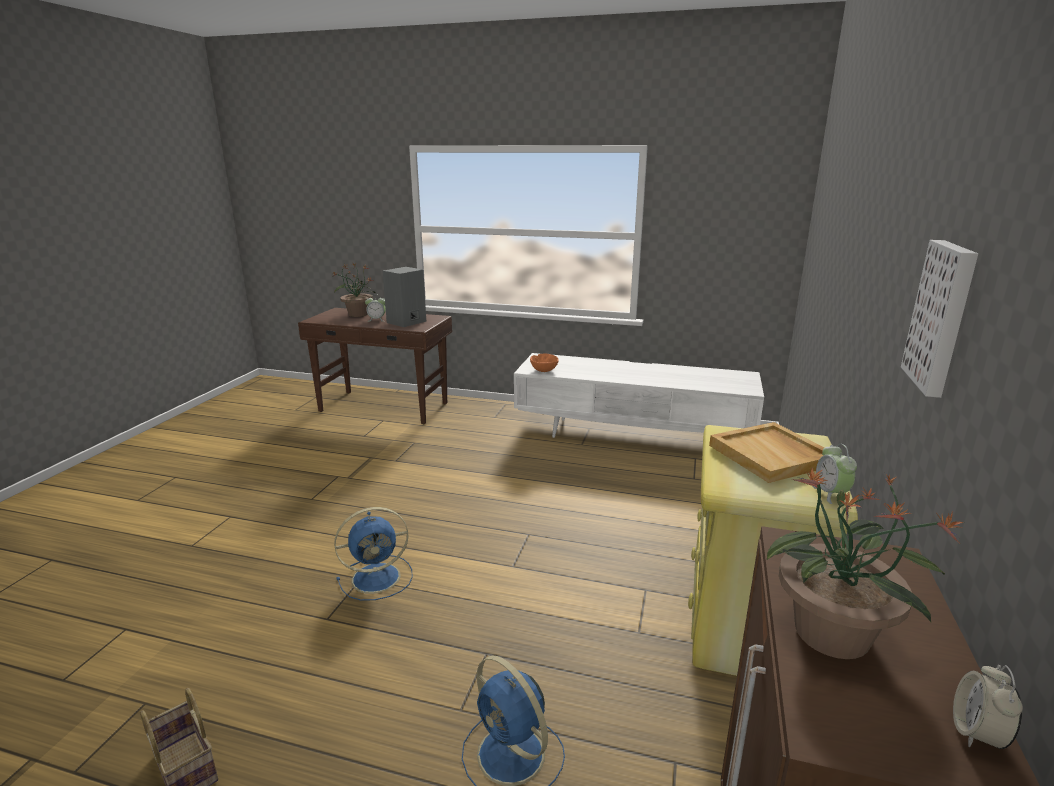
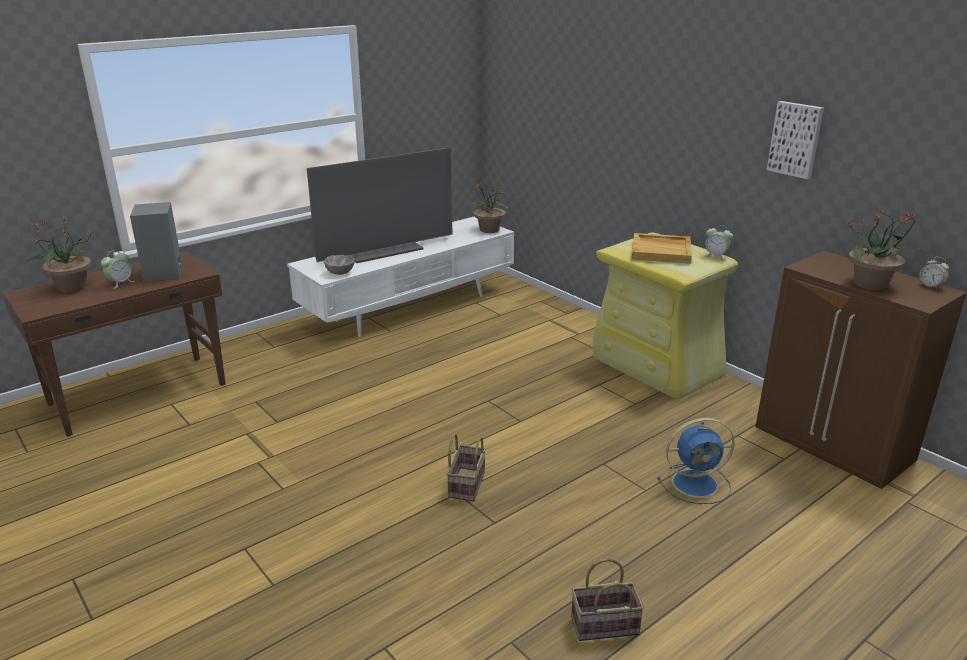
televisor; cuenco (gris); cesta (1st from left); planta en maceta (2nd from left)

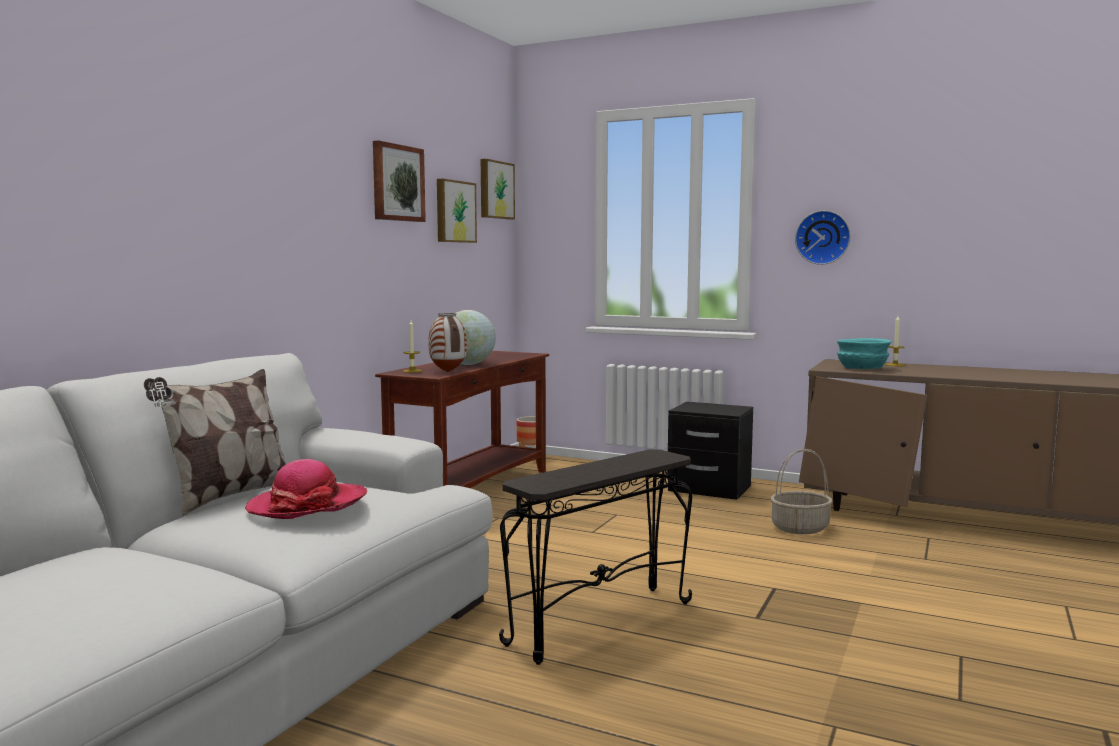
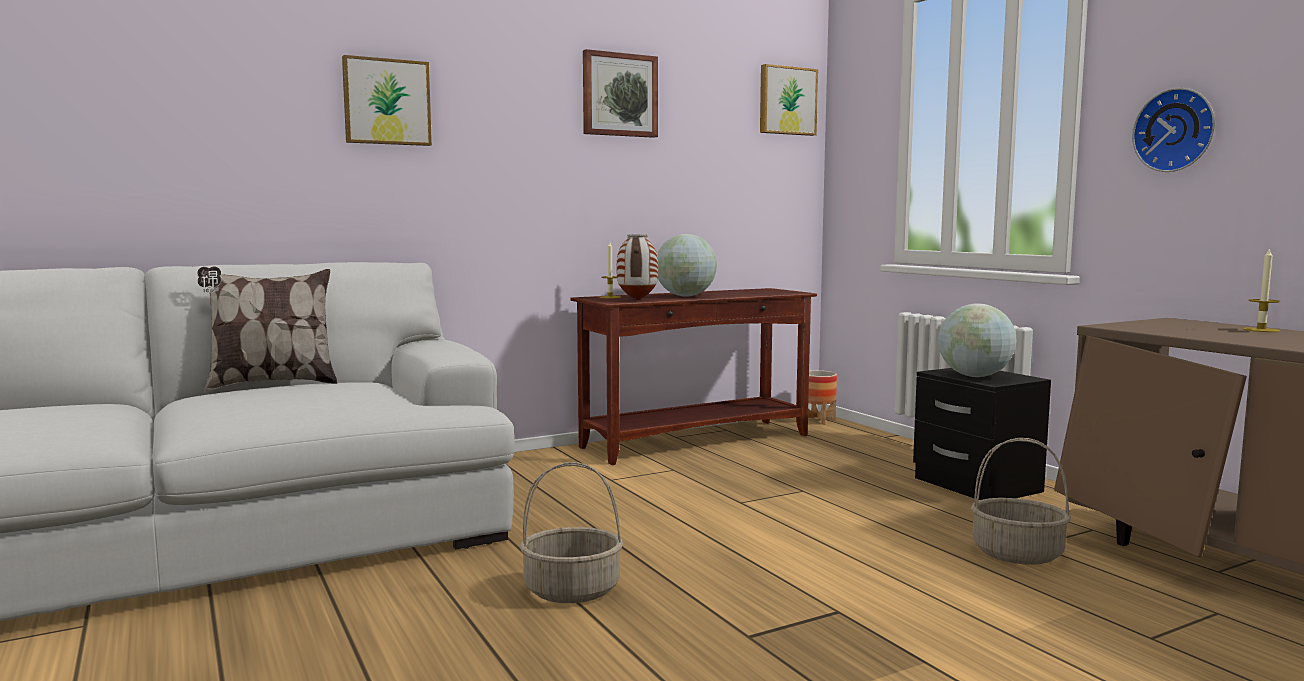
cuadro (1st from left); cesta (1st from left); globo terráqueo (2nd from left); sombrero; cuenco (turquesa)

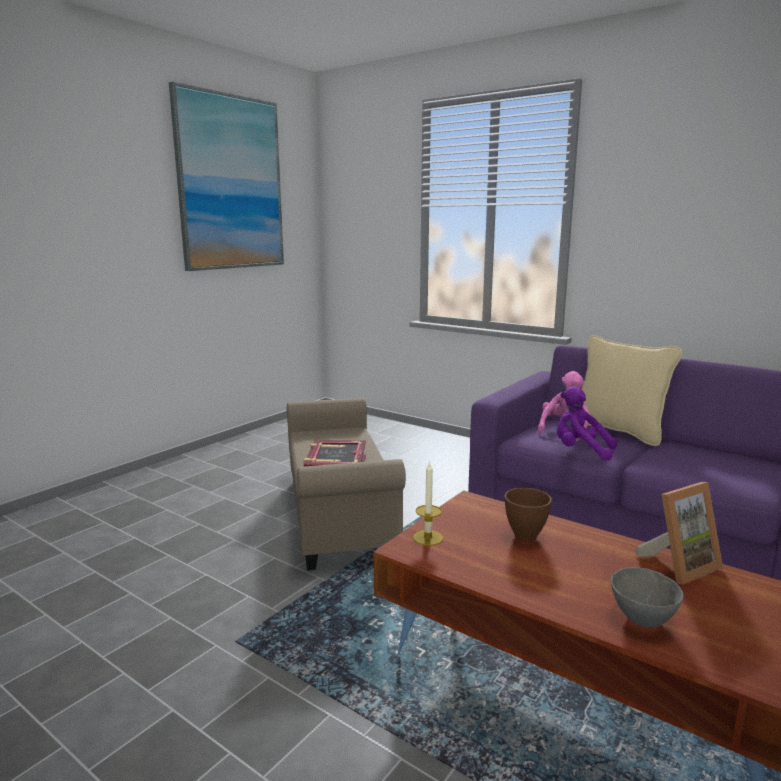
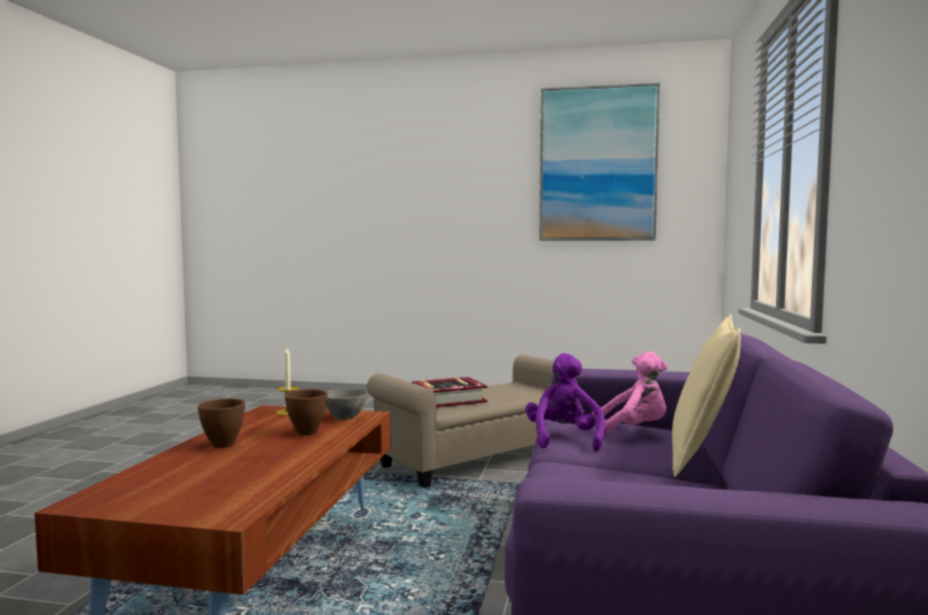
cuenco (marrón) (1st from left); cuenco (gris); portarretratos

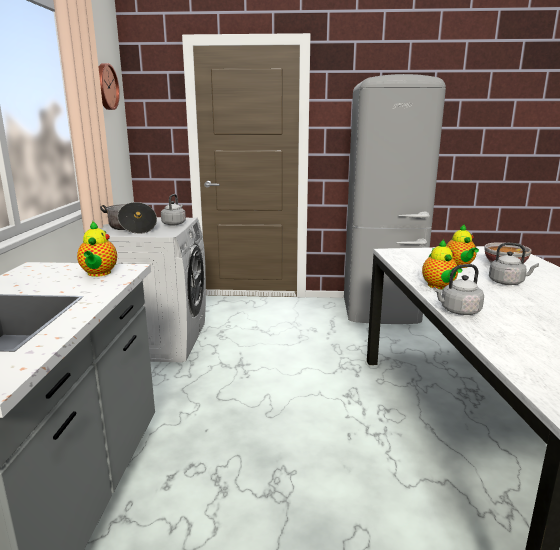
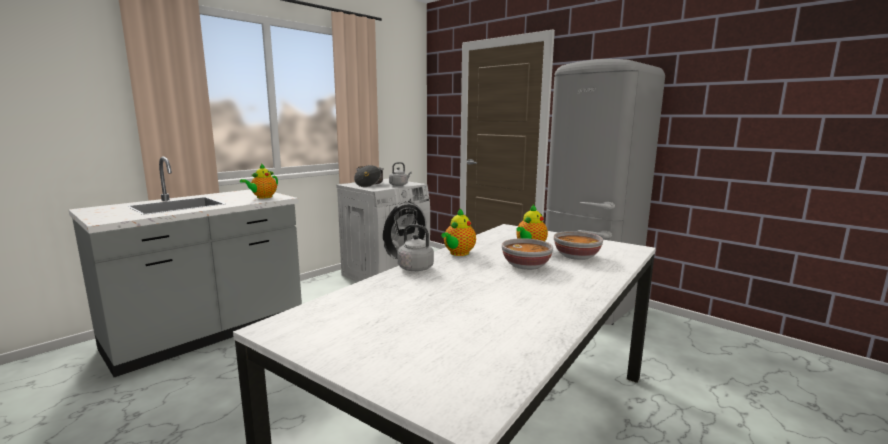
cuenco (1st from left); reloj de pared

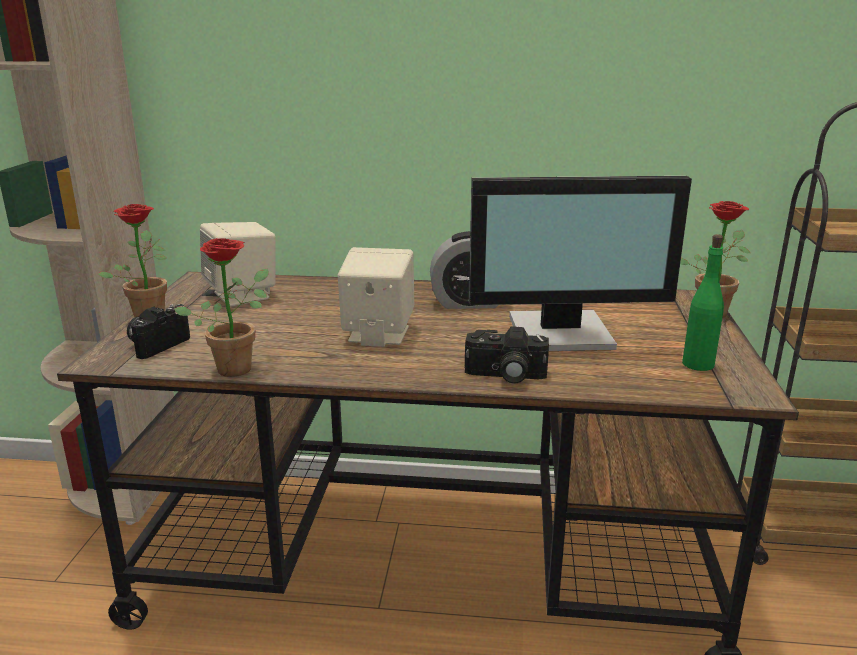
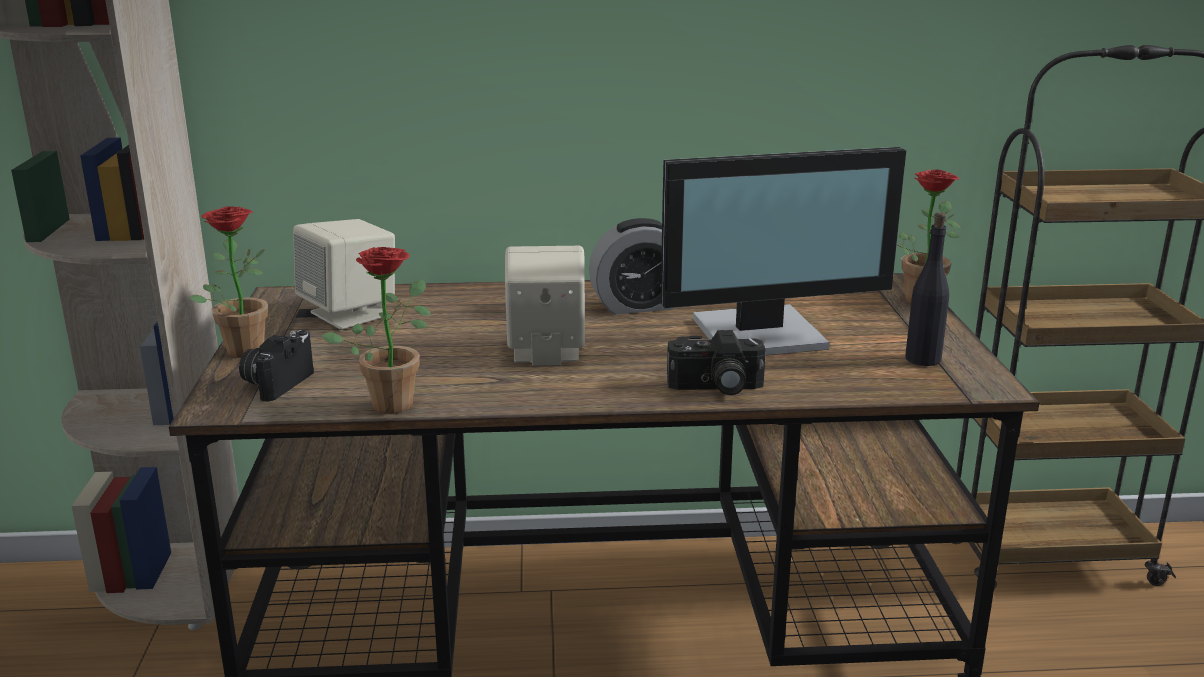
botella (negro)

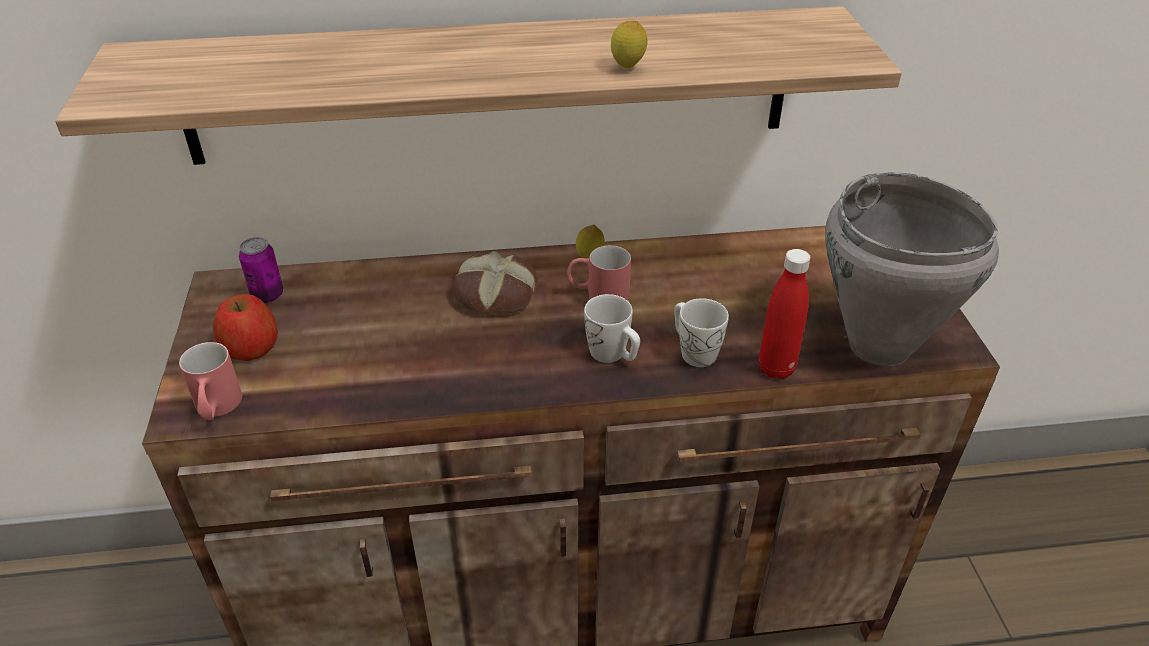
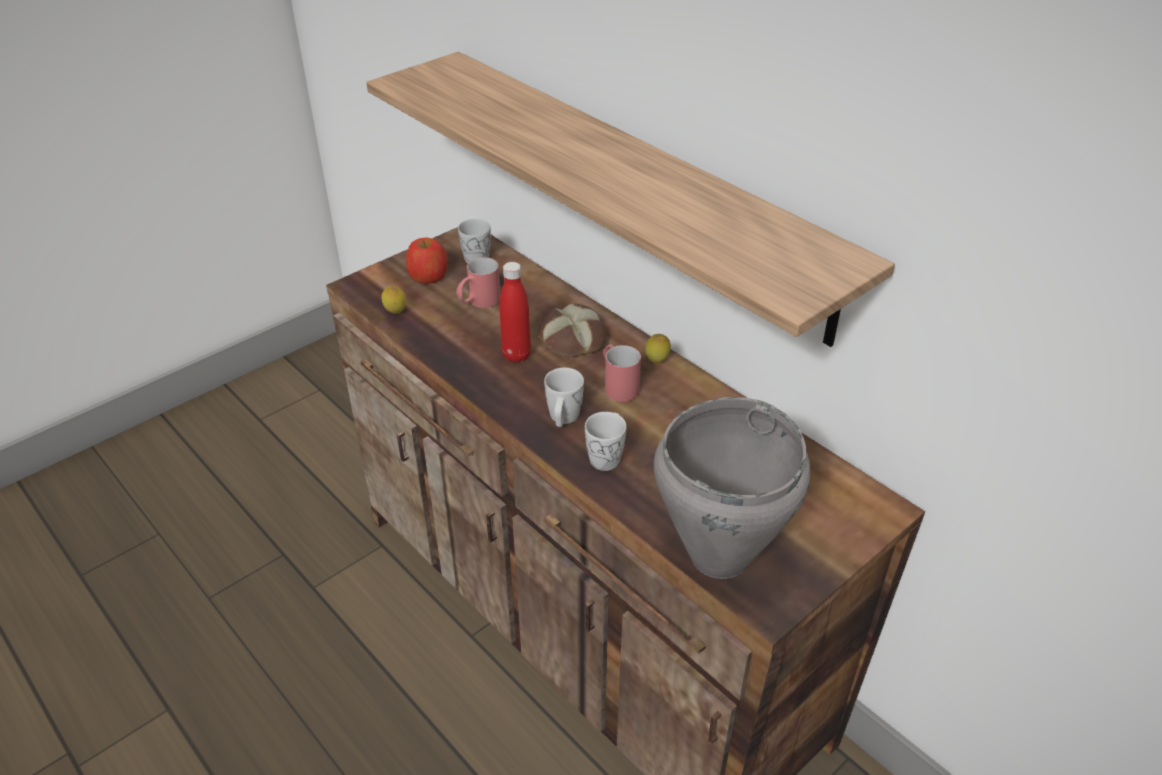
limón (1st from left); taza grande (rojo) (1st from left); taza grande (blanco) (1st from left); botella (rojo)

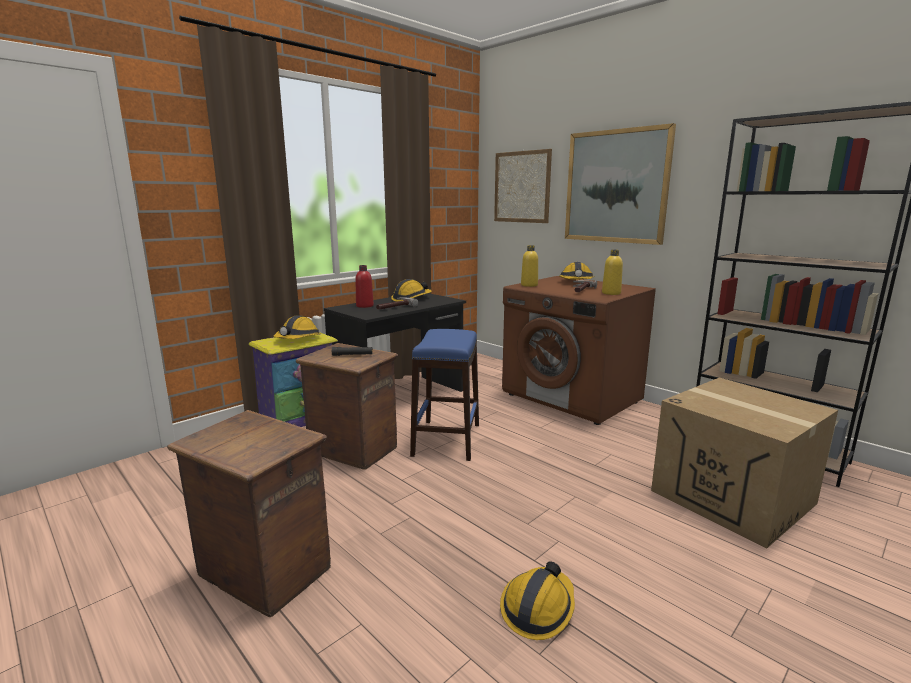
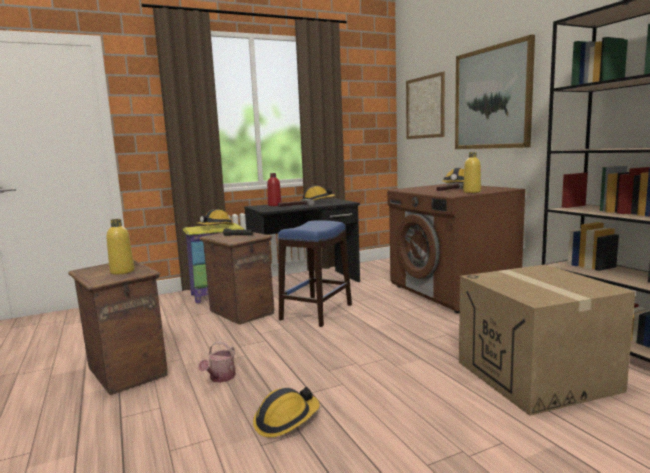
botella (amarillo) (1st from left); regadera

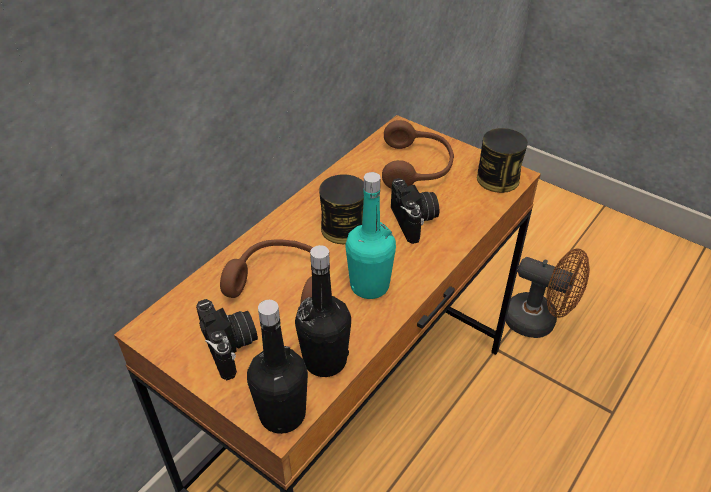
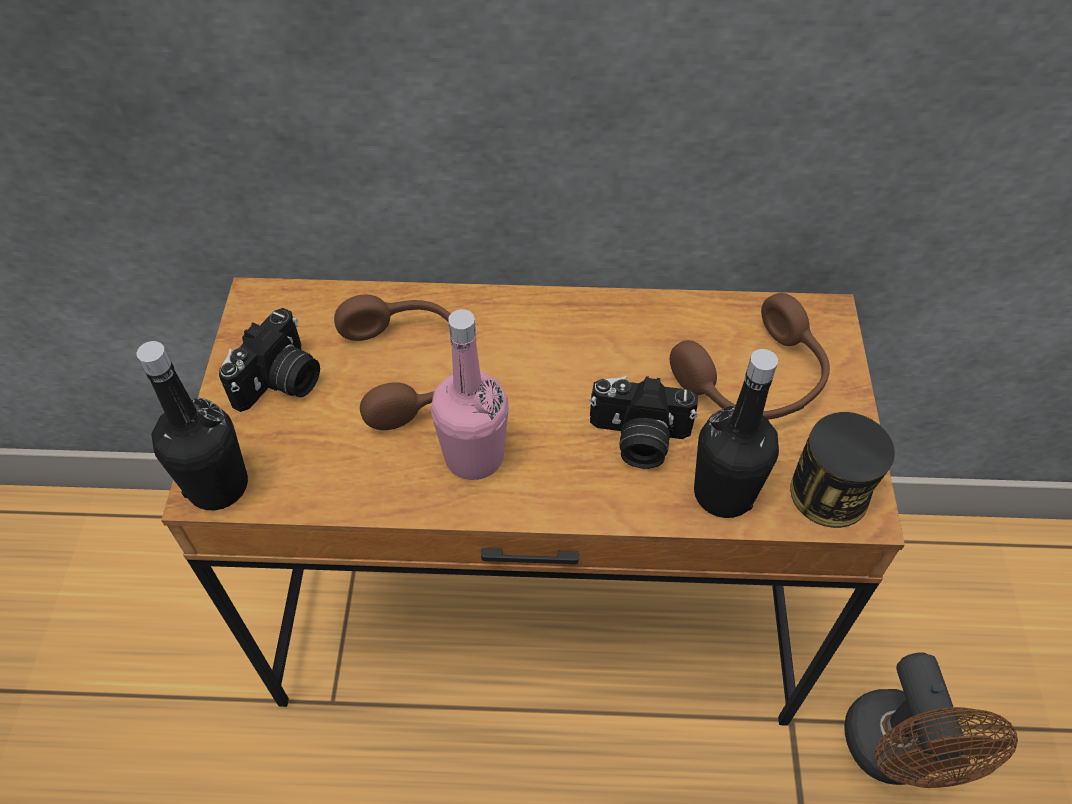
botella (rosa); cámara (2nd from left); botella (negro) (2nd from left); lata (1st from left in the first image)

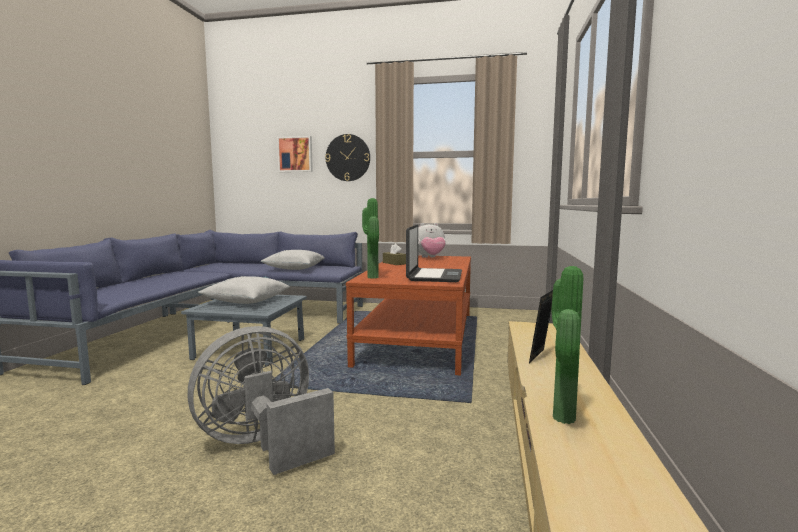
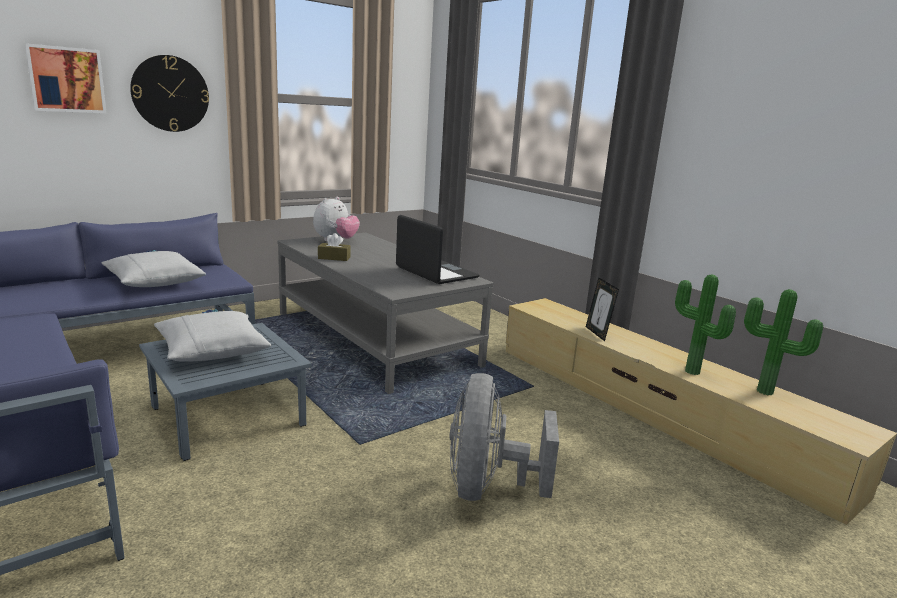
mesa de centro (gris); planta en maceta (2nd from left)

